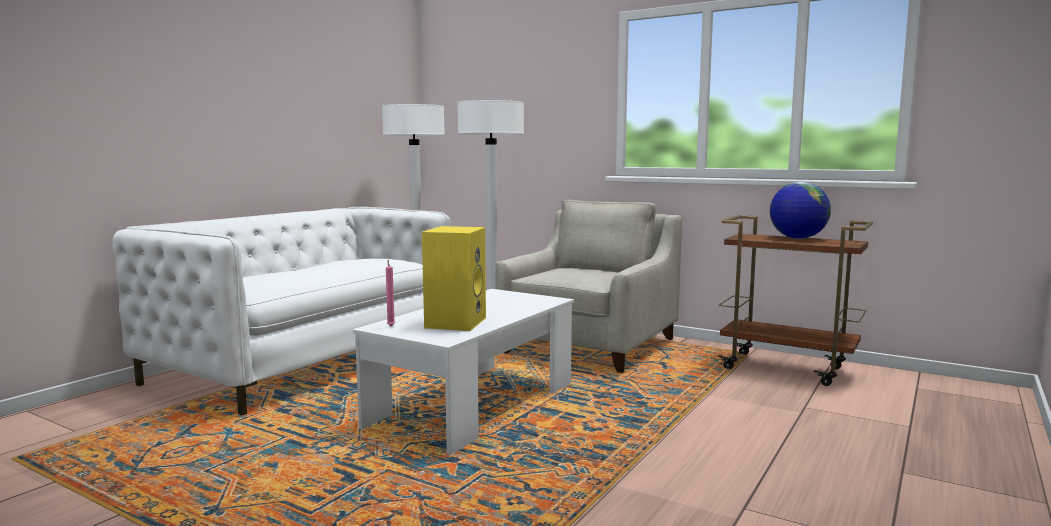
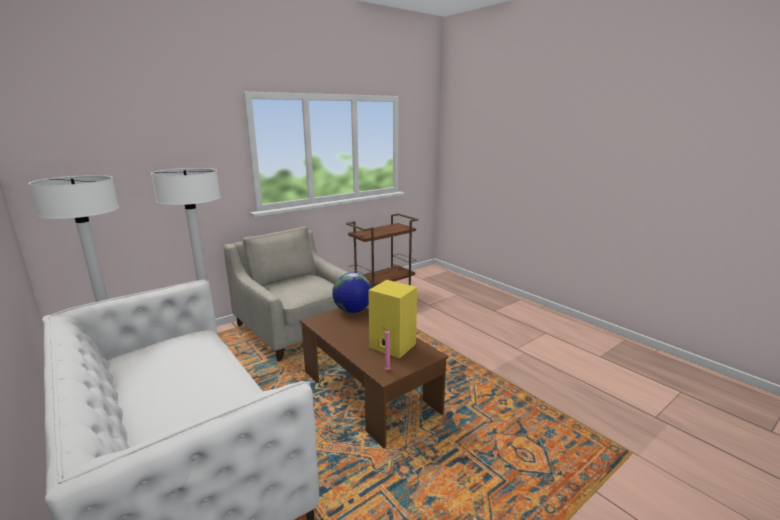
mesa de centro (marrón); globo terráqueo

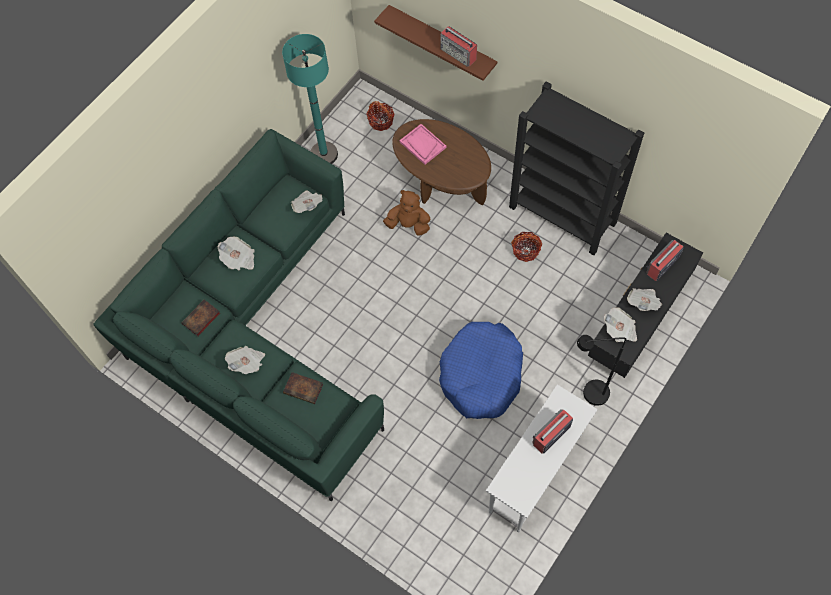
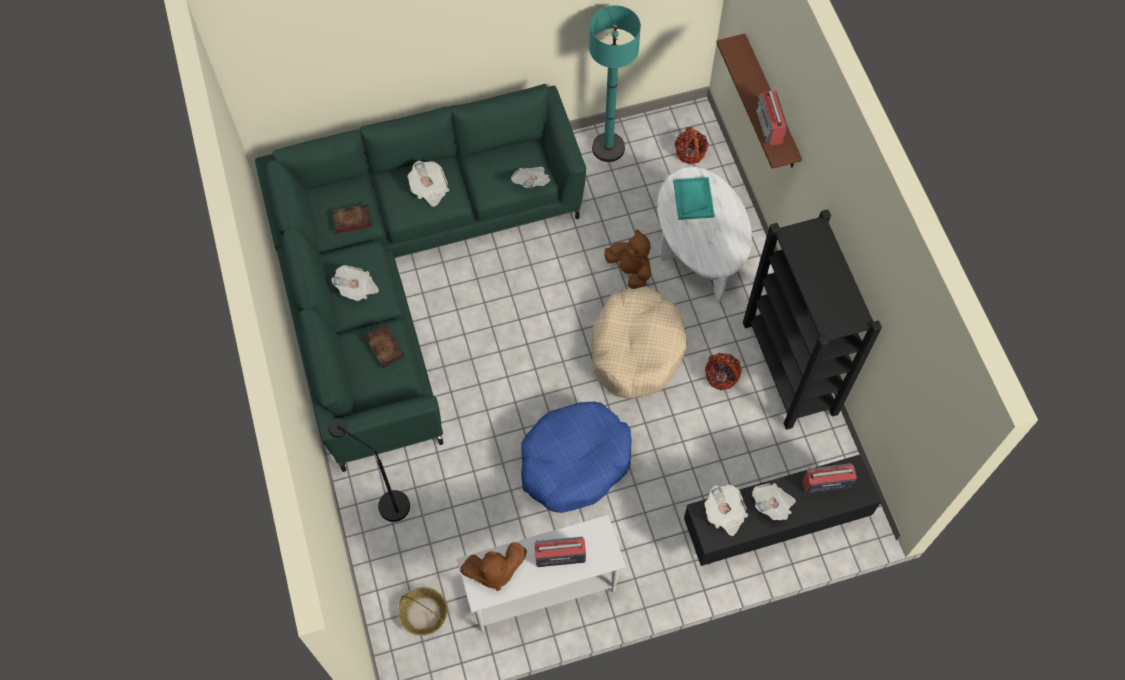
lámpara de pie (negro); cesta (1st from left); peluche (marrón) (1st from left); cama para perro (beis); mesa de centro (blanco); bandeja (turquesa)

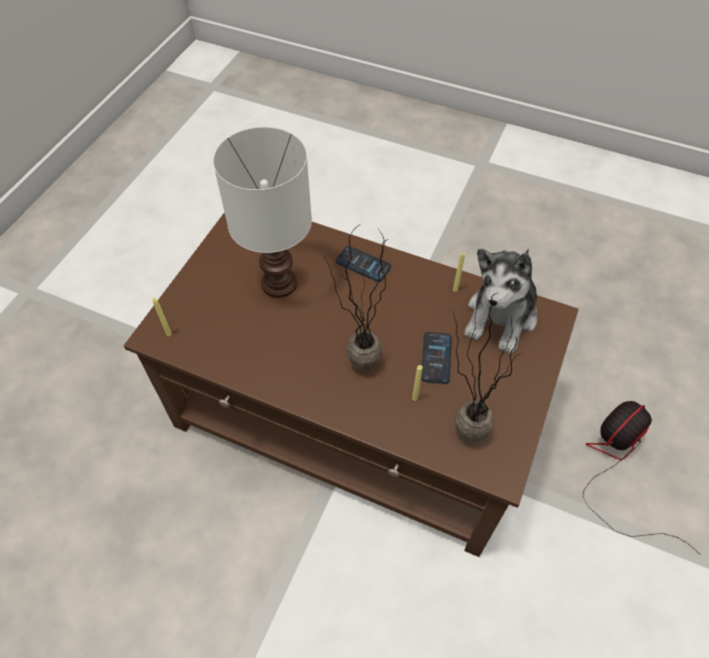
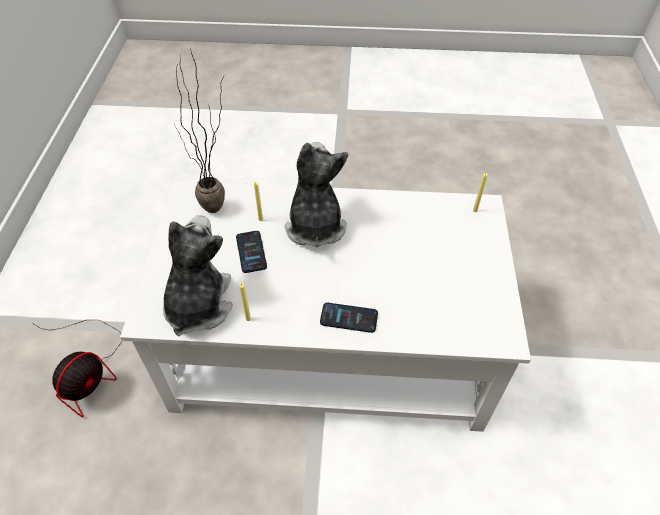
mesa de centro (blanco); peluche (2nd from left); lámpara de mesa (blanco)

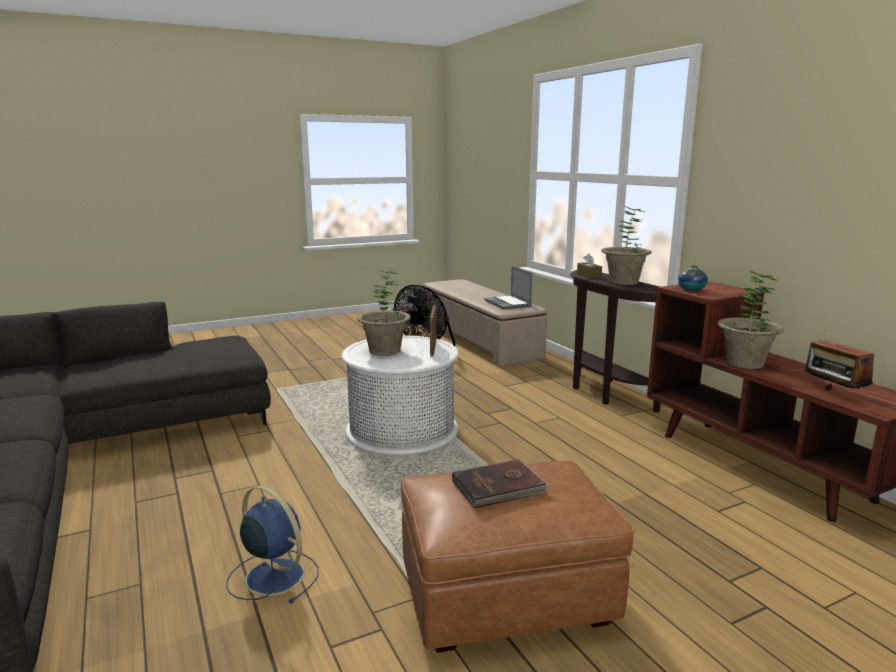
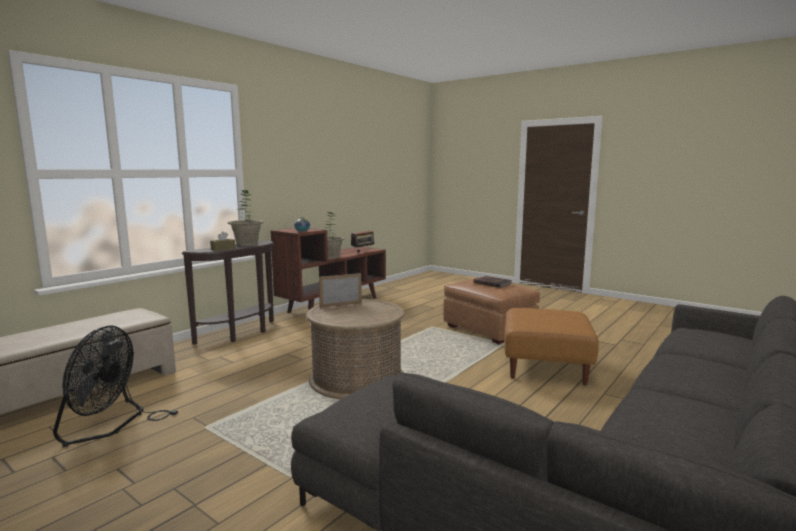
mesa de centro (marrón); puf (marrón) (2nd from left); planta en maceta (1st from left in the first image); portátil

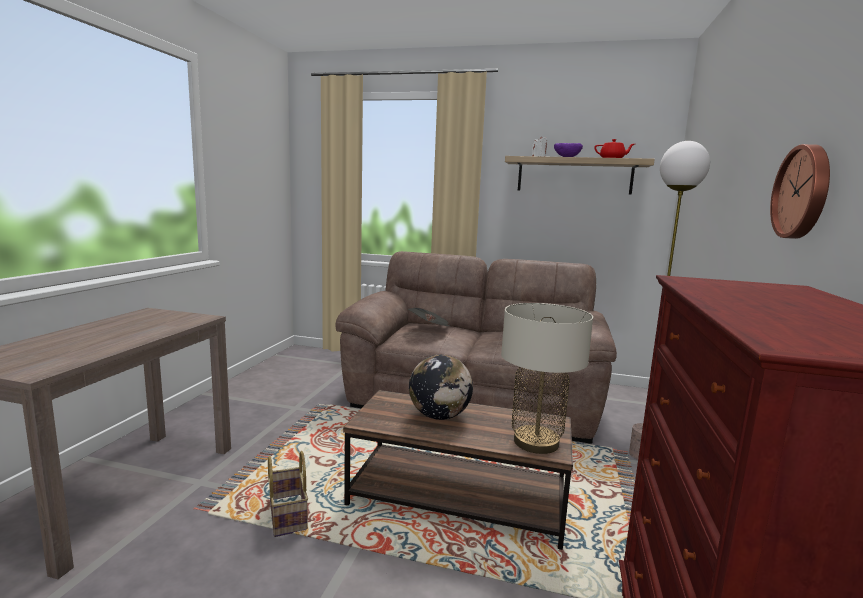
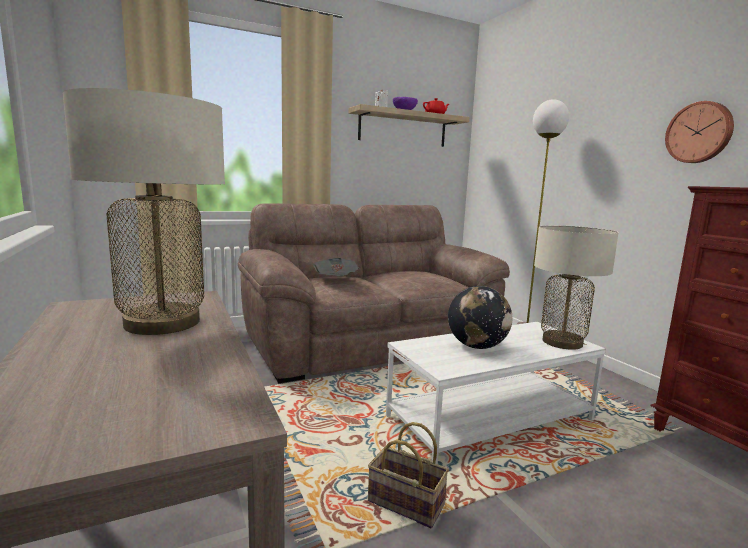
lámpara de mesa (1st from left); mesa de centro (blanco)

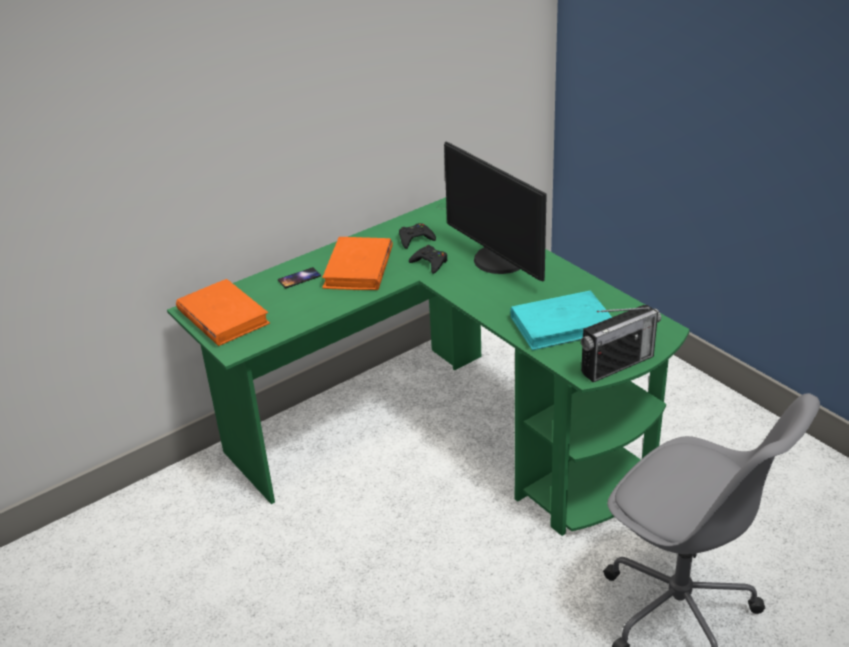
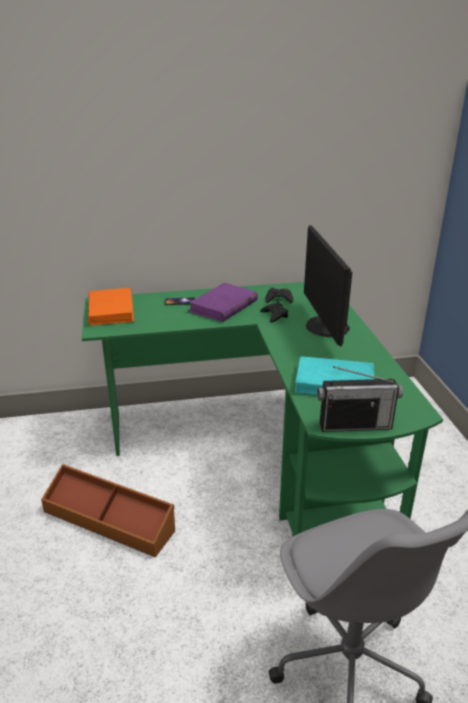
caja de almacenaje (marrón); libro (morado)

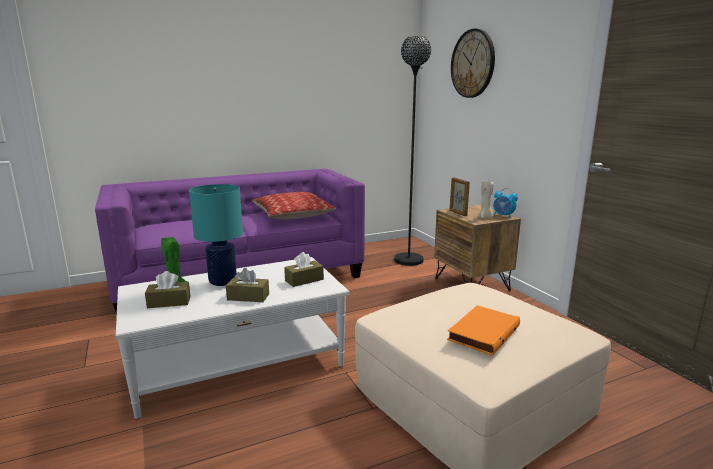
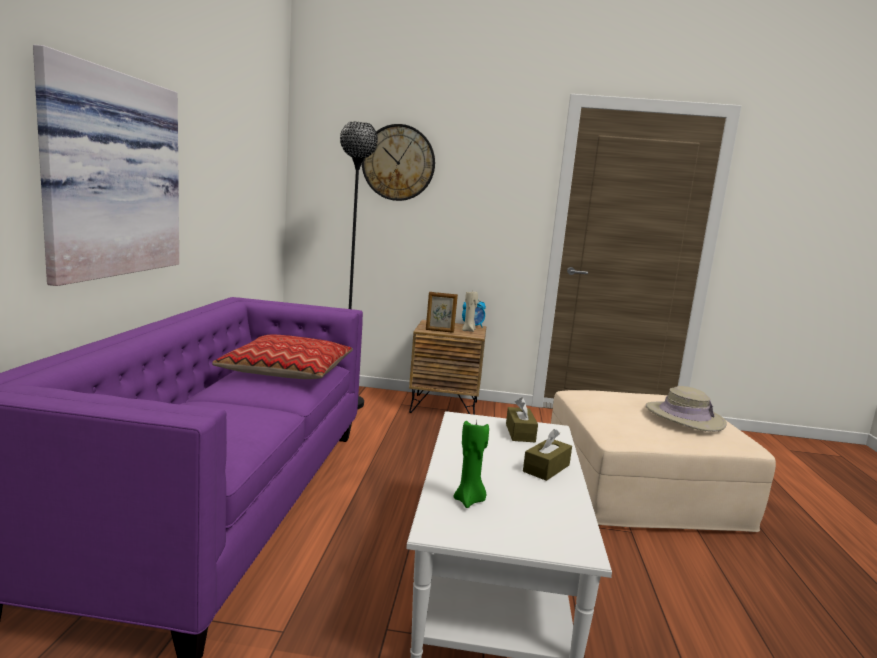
cuadro; sombrero (beis); caja de pañuelos (marrón) (1st from left in the first image); lámpara de mesa (turquesa)

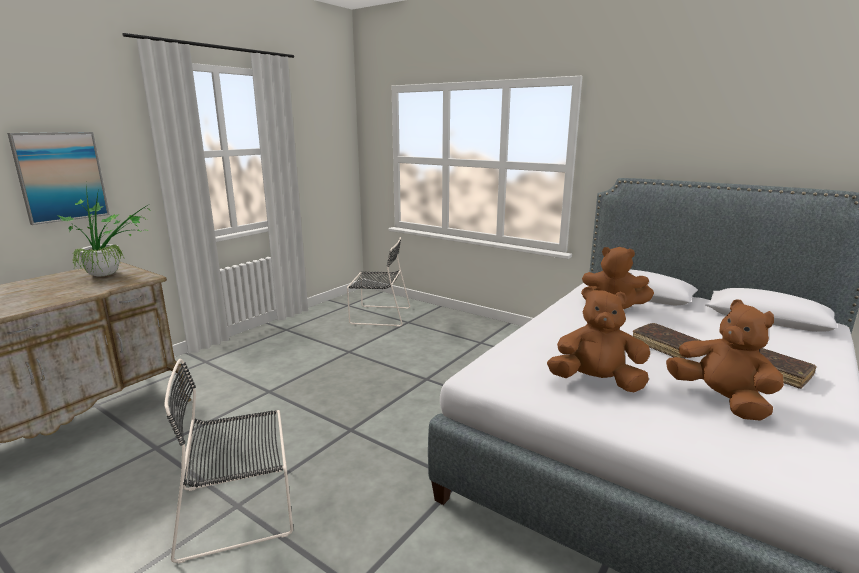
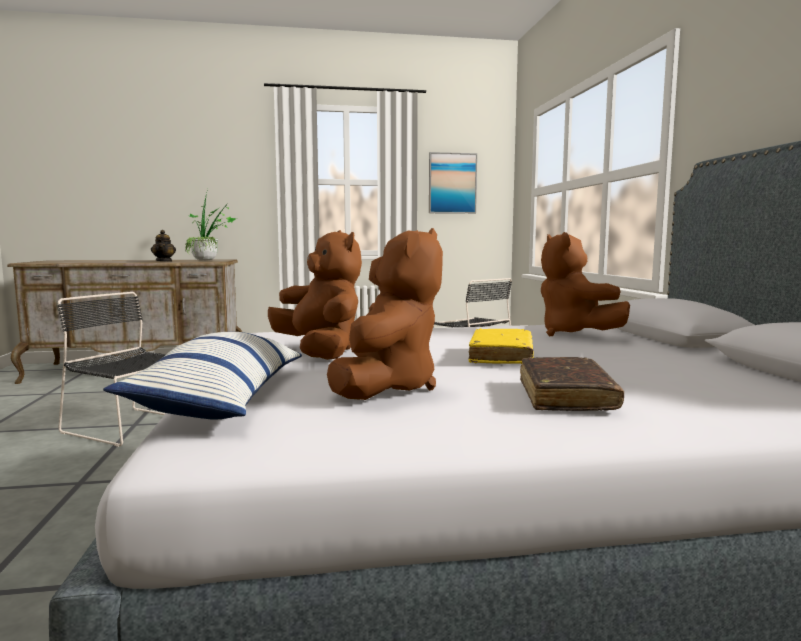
cojín; tetera; cuadro; libro (amarillo)

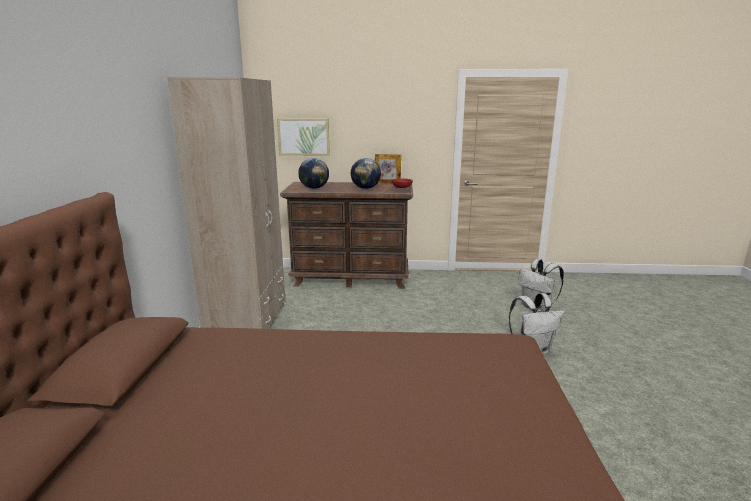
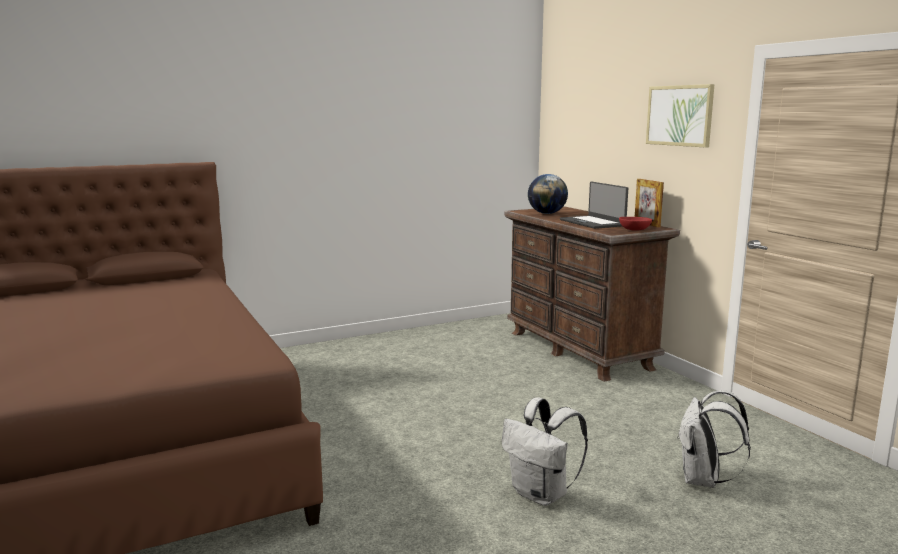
portátil; cuadro; armario ropero (beis)

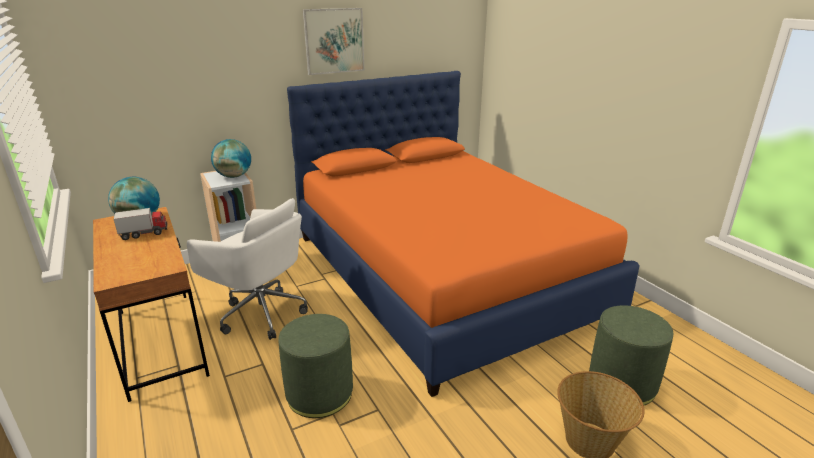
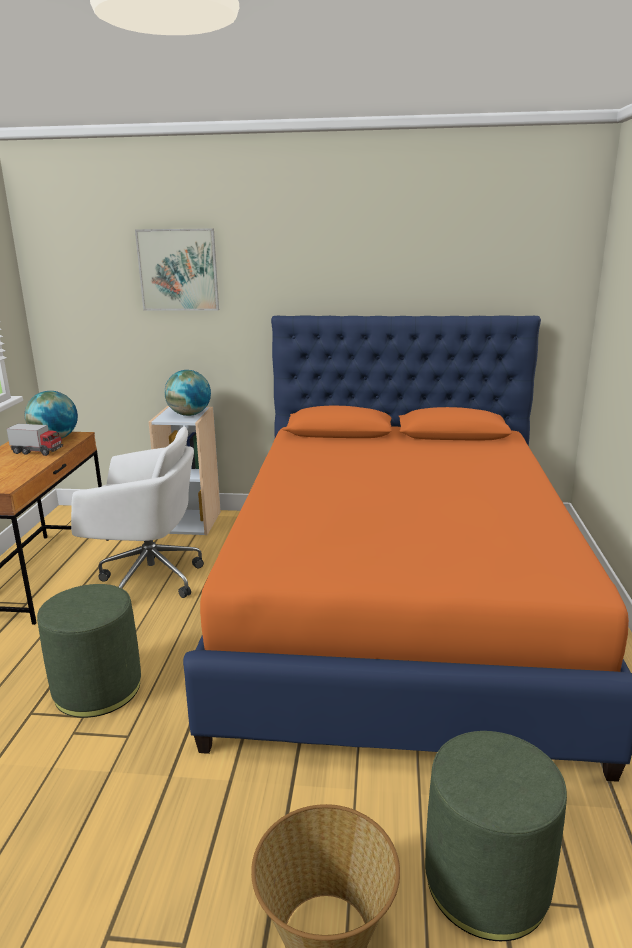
silla de oficina (blanco); cuadro

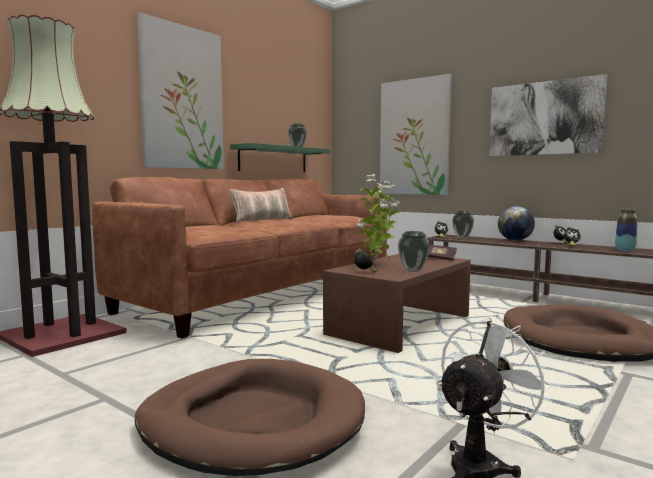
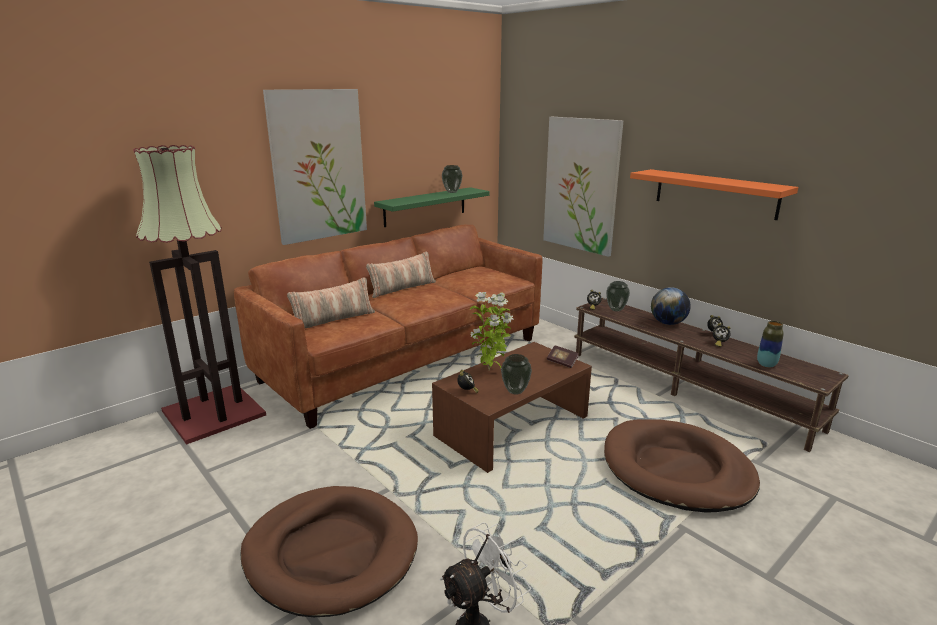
cojín (1st from left); estante (naranja)

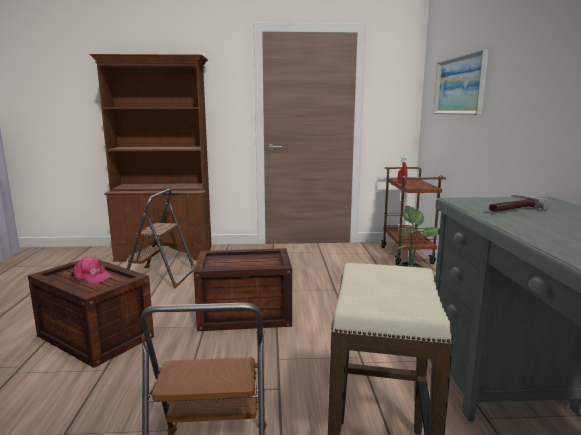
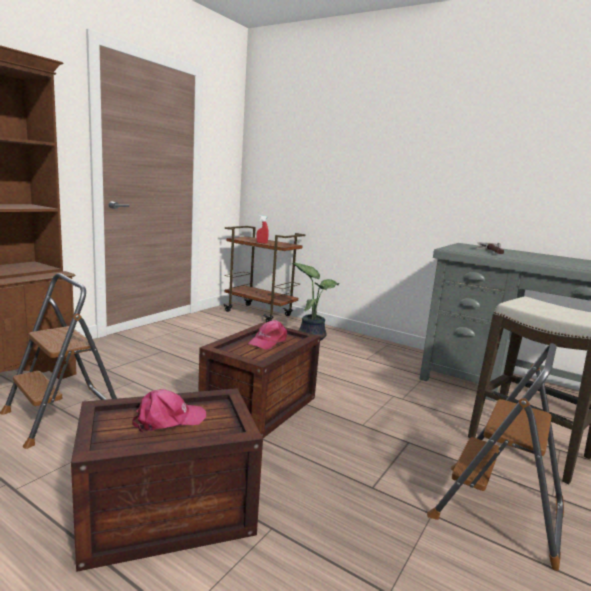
gorra (rosa) (2nd from left); cuadro

